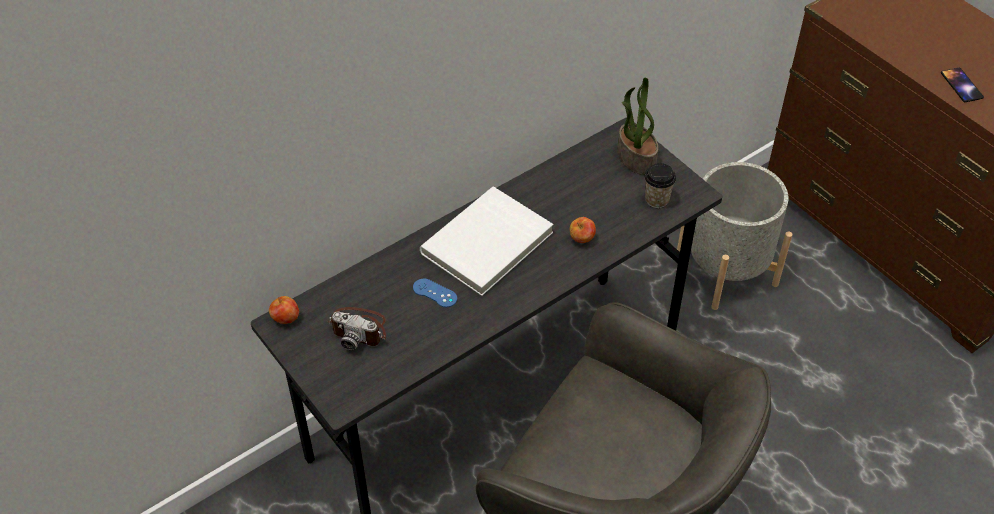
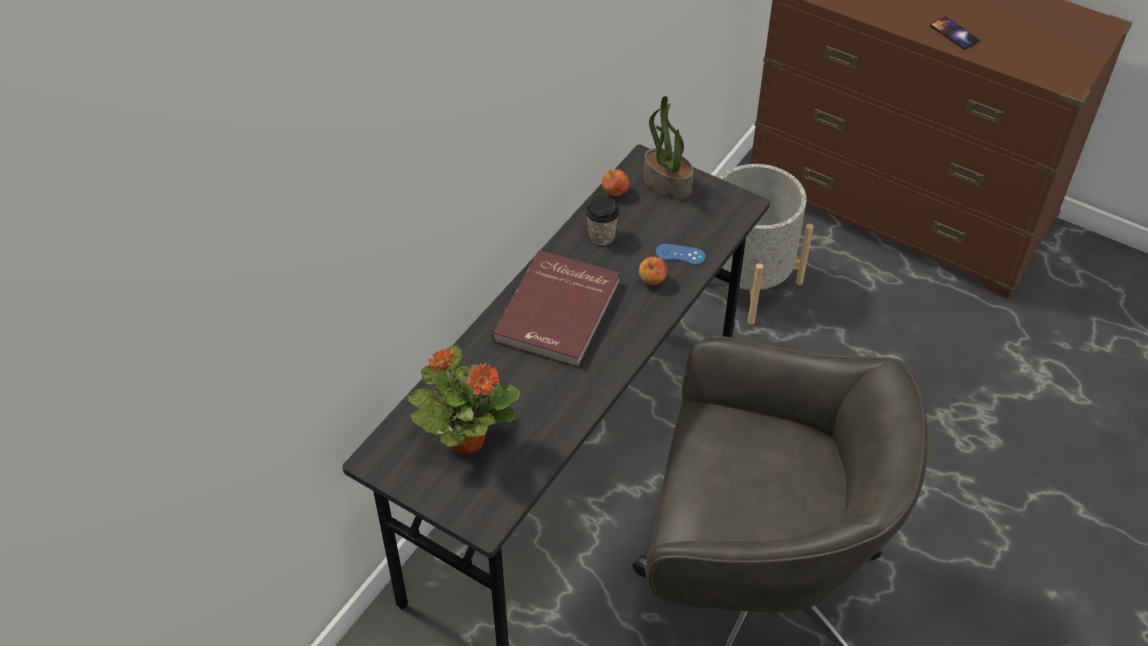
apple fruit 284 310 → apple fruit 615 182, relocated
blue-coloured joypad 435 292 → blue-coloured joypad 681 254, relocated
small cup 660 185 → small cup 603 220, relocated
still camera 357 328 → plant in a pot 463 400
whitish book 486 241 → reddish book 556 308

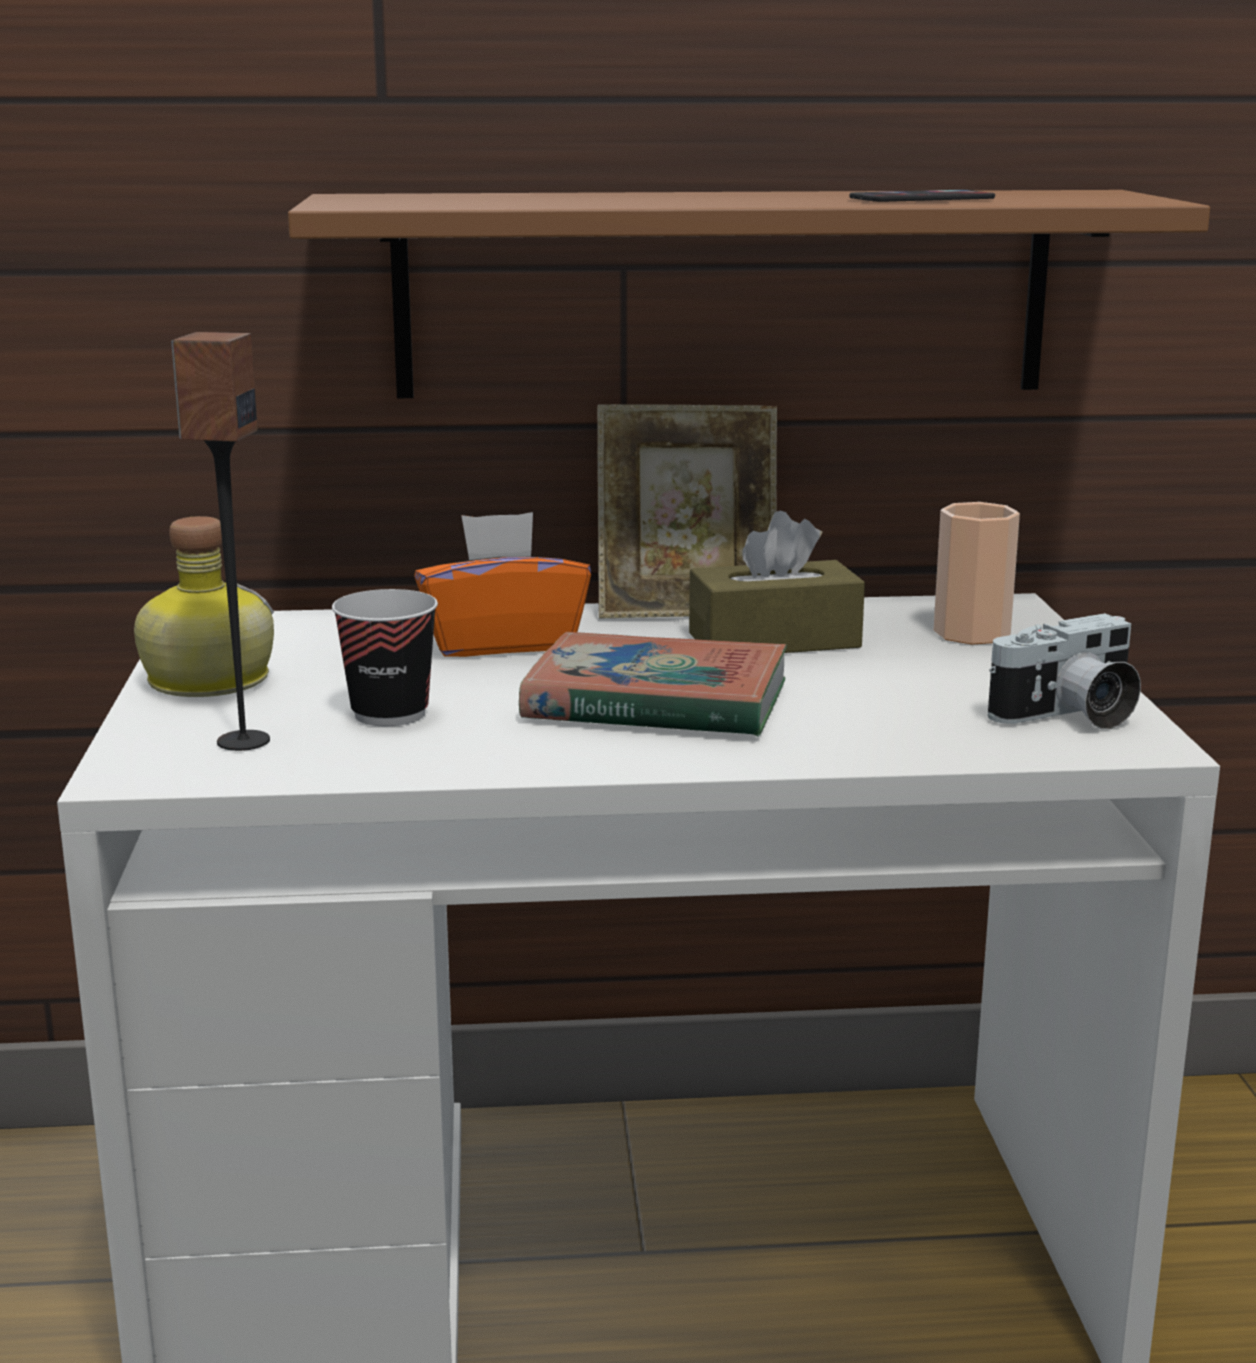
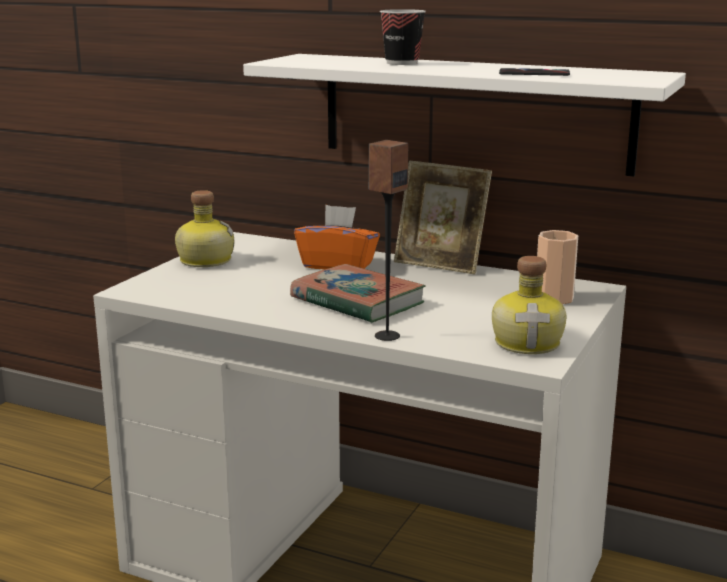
brown box of tissues 777 582 → -
speaker 220 541 → speaker 388 240, relocated
small cup 385 657 → small cup 403 37, relocated
still camera 1064 671 → drink bottle 529 305
brown wall shelf 749 294 → whitish wall shelf 464 115

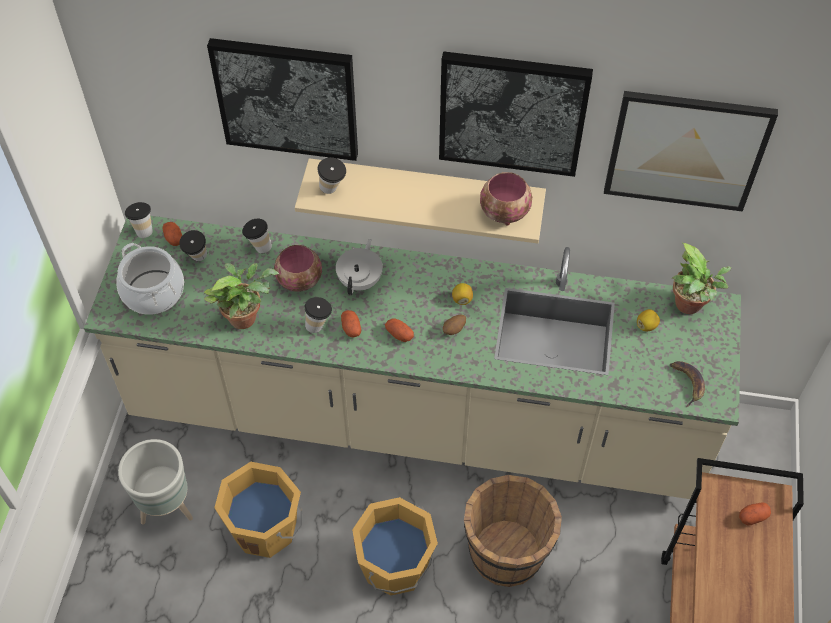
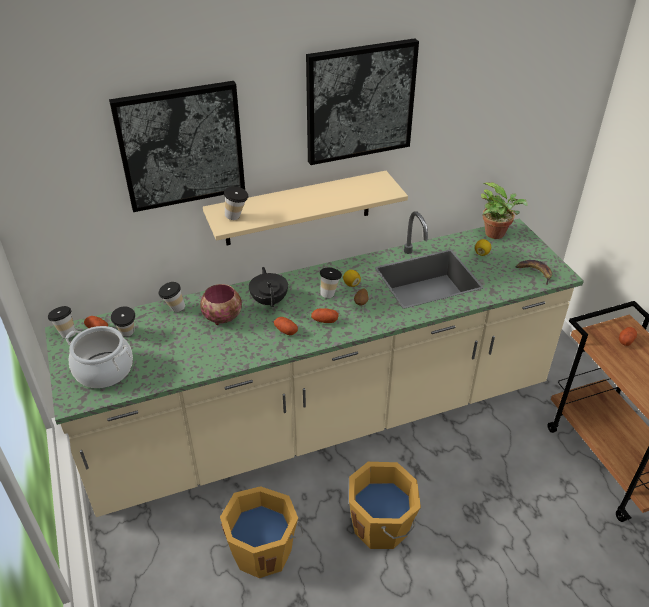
grey flower pot 155 482 → -
plant in a pot 241 296 → -
brown bucket 513 531 → -
deep dish 506 198 → -
wall art 691 151 → -
small cup 318 315 → small cup 331 283, relocated
whitish teapot 359 267 → blackish teapot 268 287

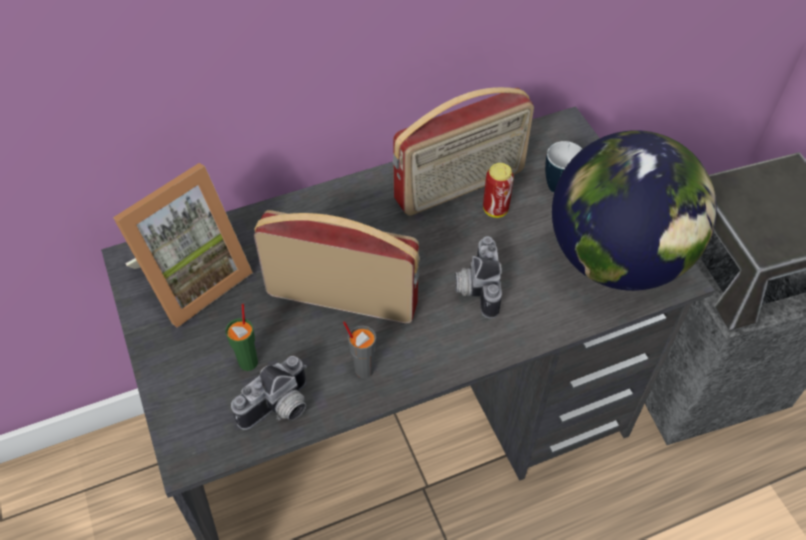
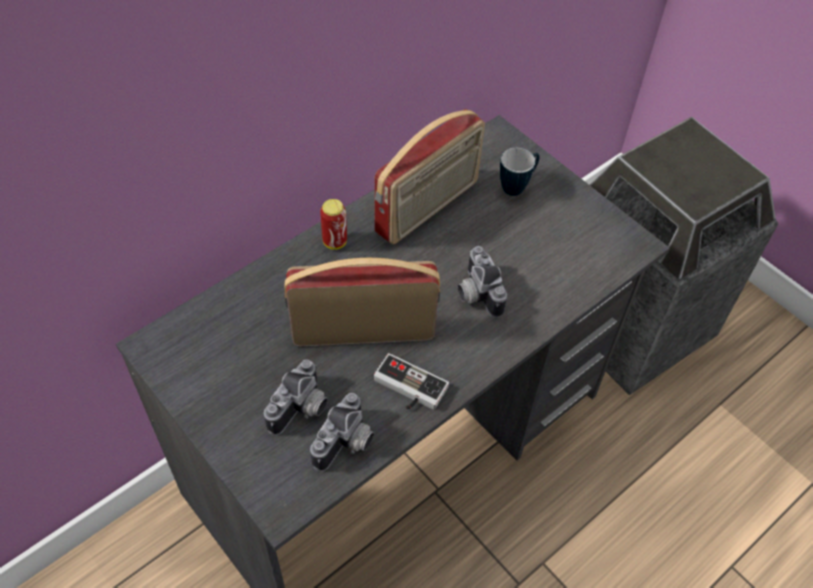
photo frame 183 245 → -
world globe 634 210 → -
can 498 190 → can 333 224, relocated
greenish small cup 241 337 → still camera 296 397
grey small cup 359 349 → joypad 411 381

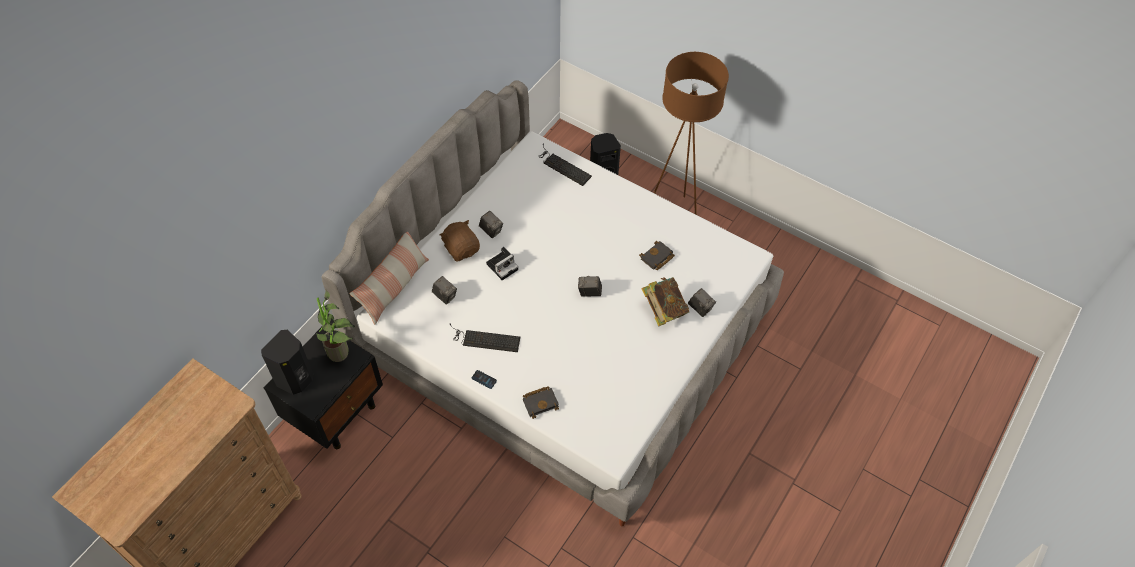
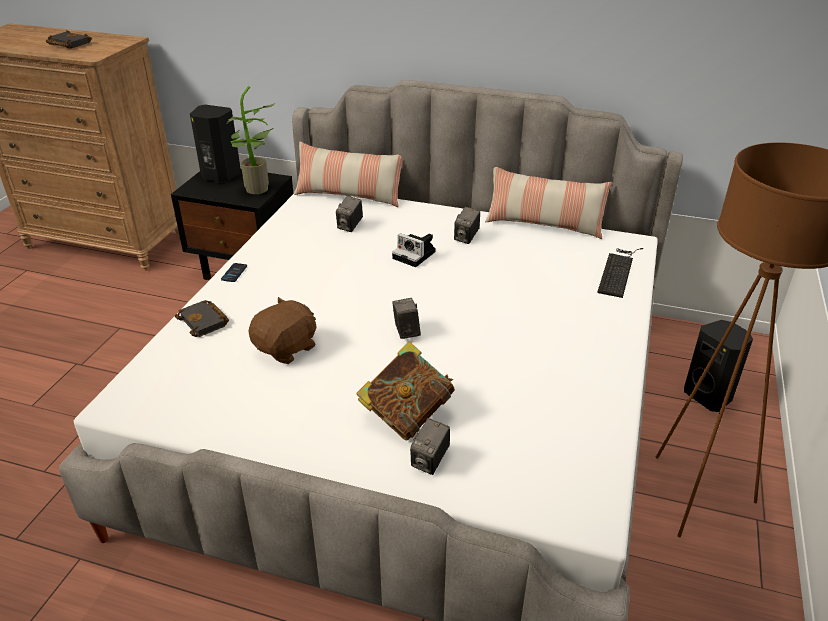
keyboard 485 338 → -
- → throw pillow 548 203
brown soft toy 459 241 → brown soft toy 282 330, relocated
blackish book 657 255 → blackish book 69 39, relocated

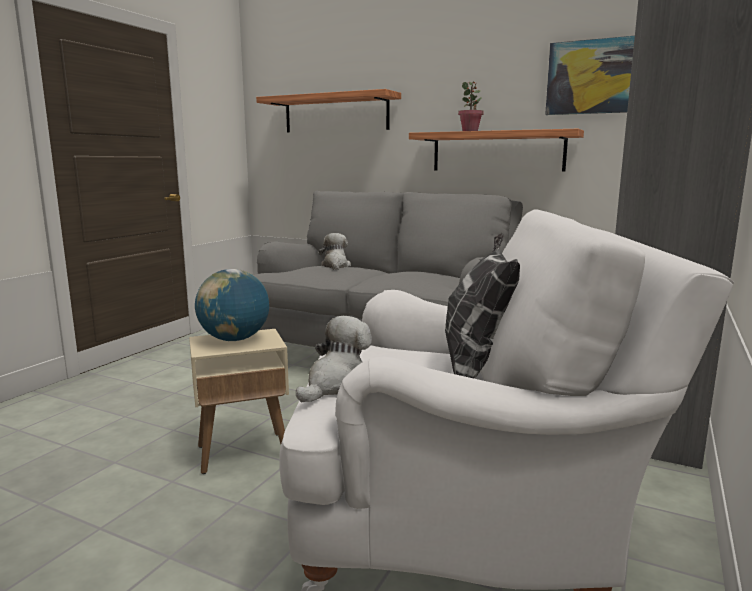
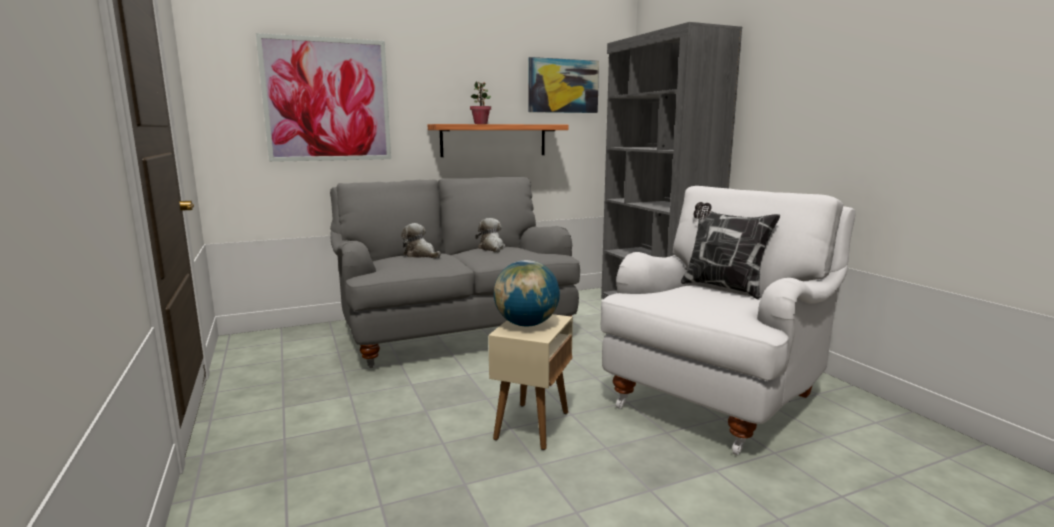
soft toy 334 359 → soft toy 490 235, relocated
wall shelf 328 111 → wall art 323 97

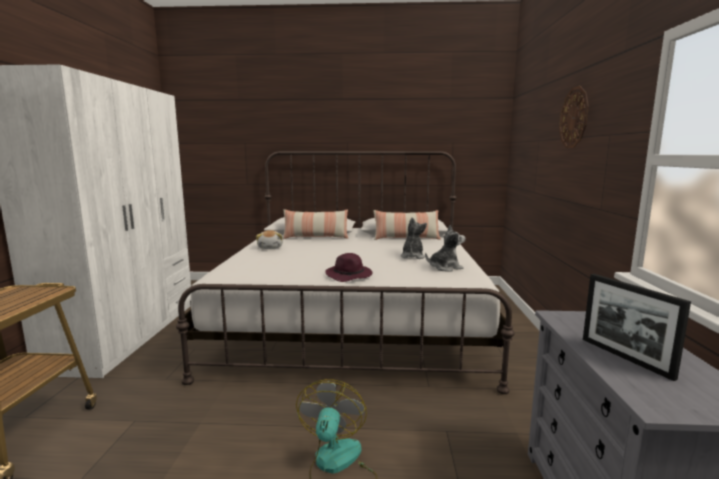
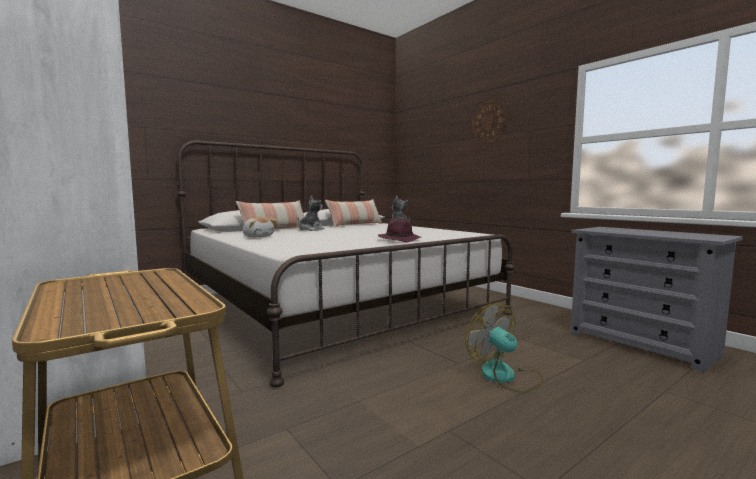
photo frame 637 327 → -
soft toy 445 248 → soft toy 311 213, relocated

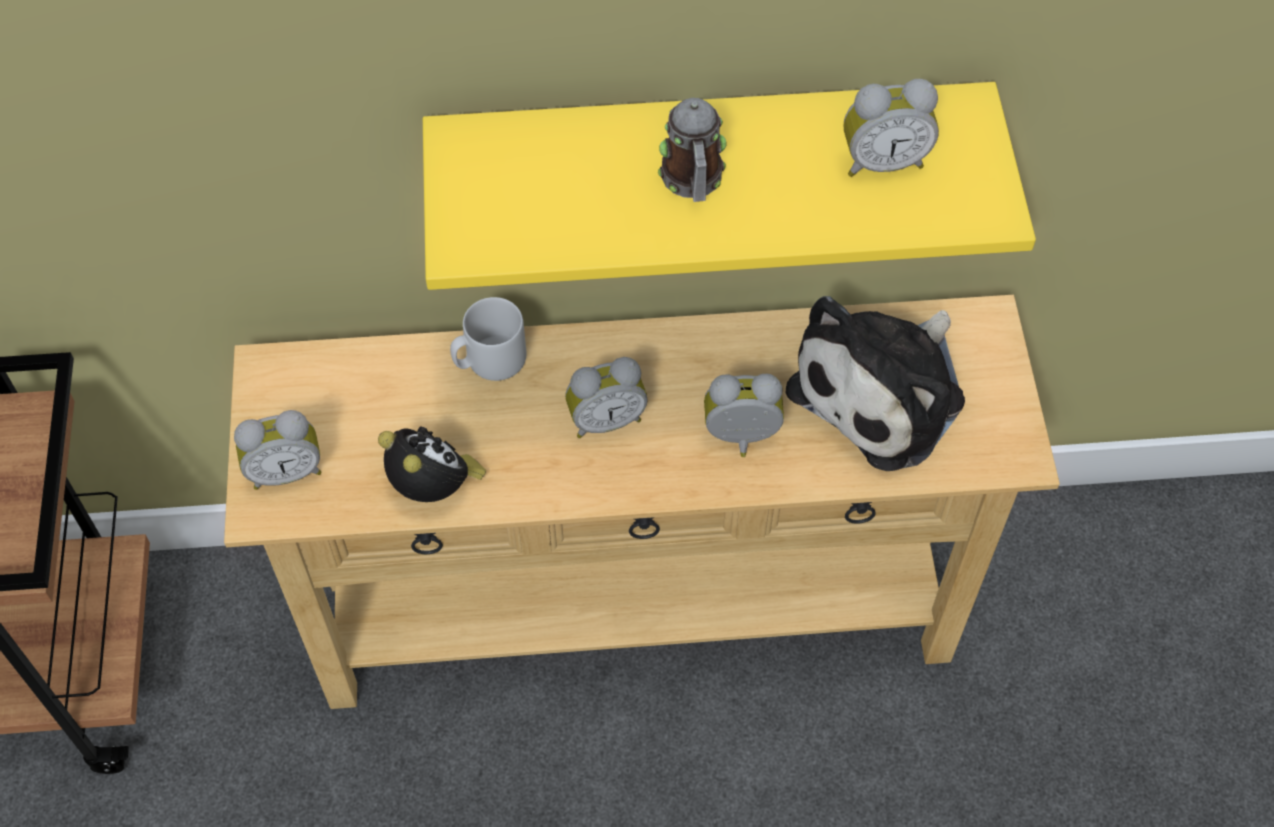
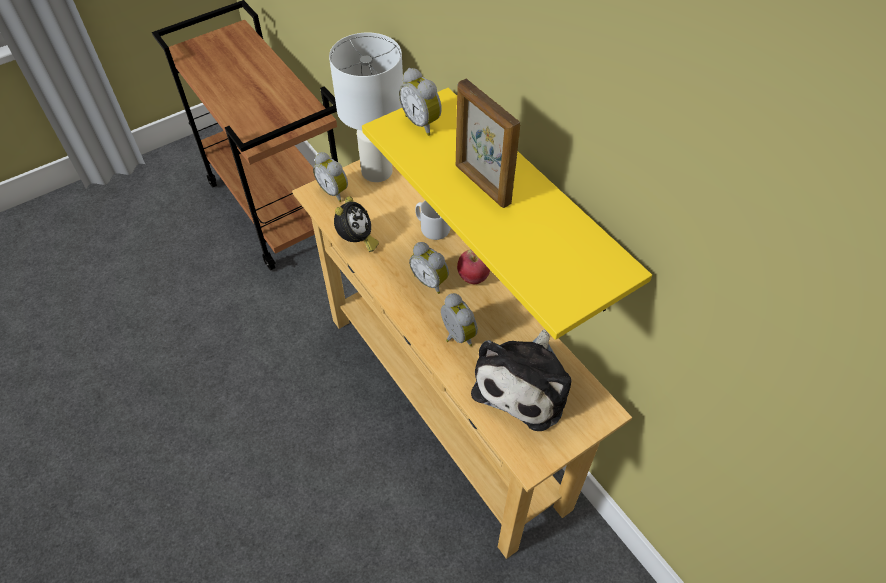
- → whitish table lamp 366 107
- → apple fruit 473 266
alarm clock 891 128 → alarm clock 420 102, relocated
mug 692 150 → photo frame 488 143
soft toy 875 383 → soft toy 521 380, 75 degrees counterclockwise

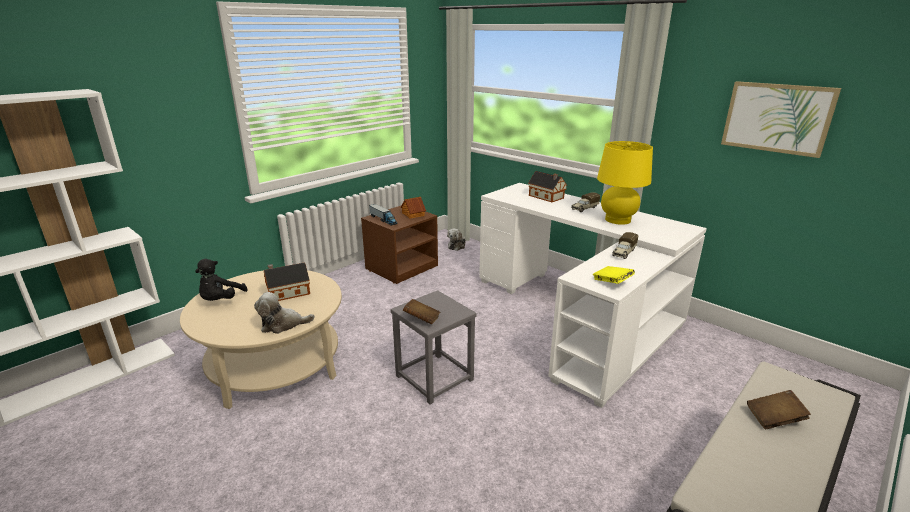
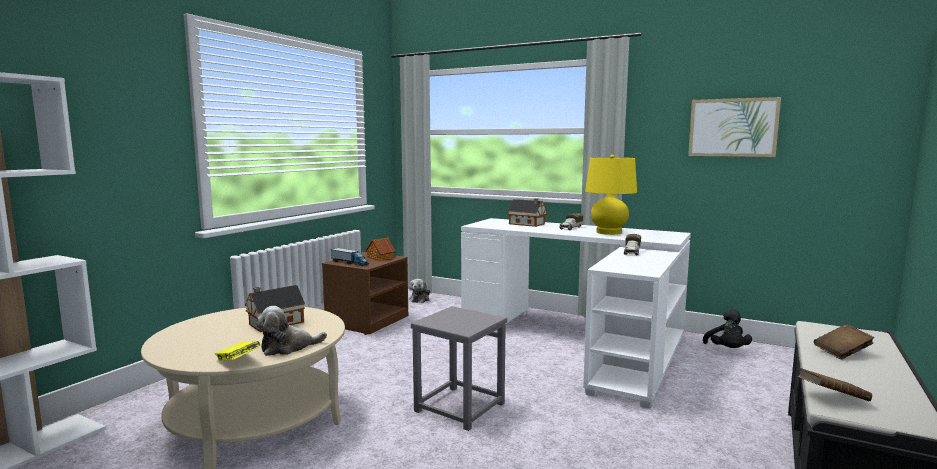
blackish soft toy 221 280 → blackish soft toy 727 329, relocated
brown book 421 311 → brown book 835 384, relocated
yellowish book 614 275 → yellowish book 238 351, relocated

